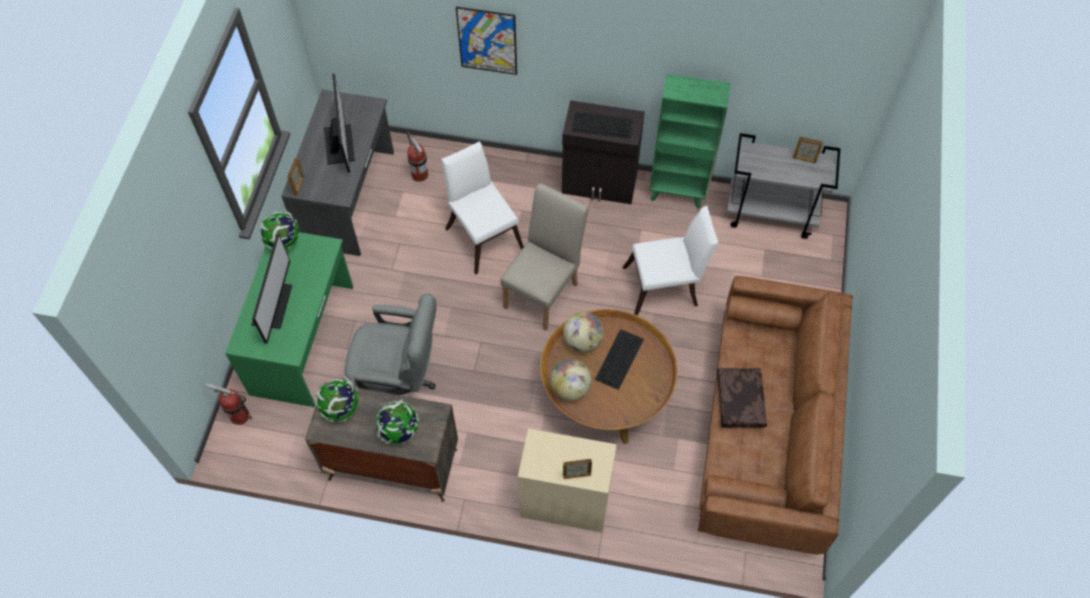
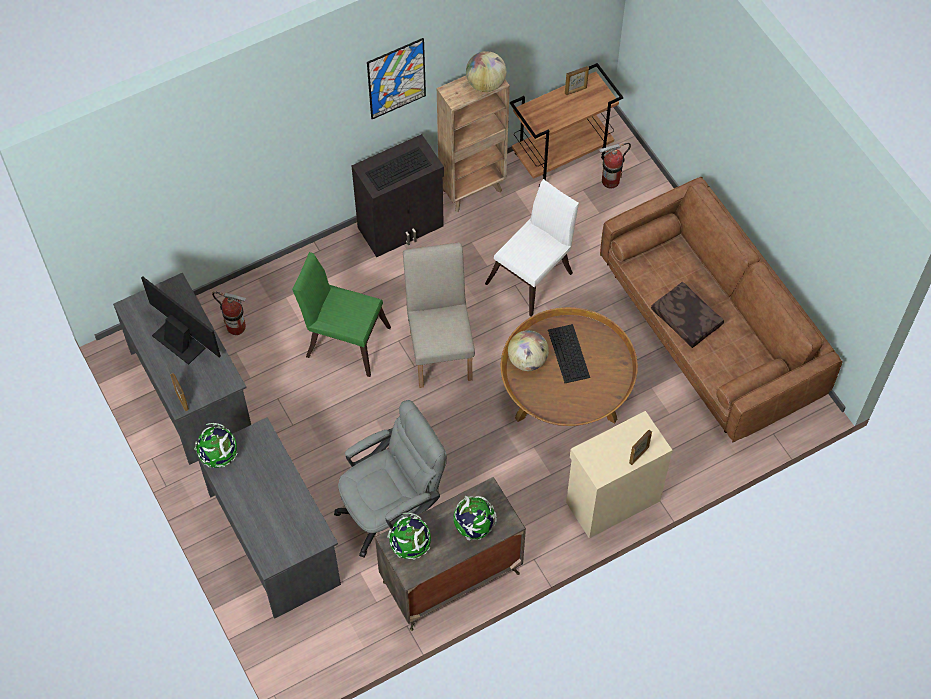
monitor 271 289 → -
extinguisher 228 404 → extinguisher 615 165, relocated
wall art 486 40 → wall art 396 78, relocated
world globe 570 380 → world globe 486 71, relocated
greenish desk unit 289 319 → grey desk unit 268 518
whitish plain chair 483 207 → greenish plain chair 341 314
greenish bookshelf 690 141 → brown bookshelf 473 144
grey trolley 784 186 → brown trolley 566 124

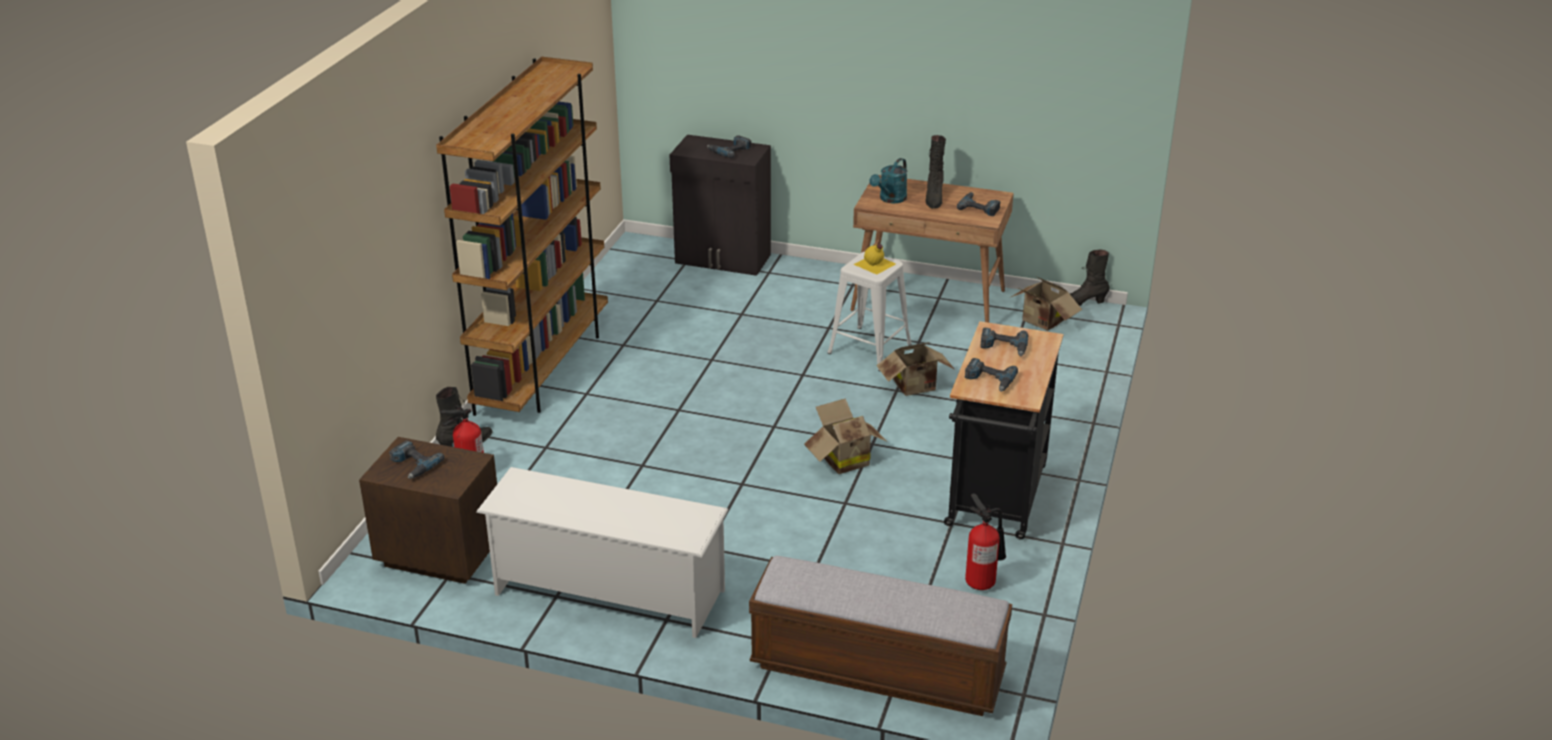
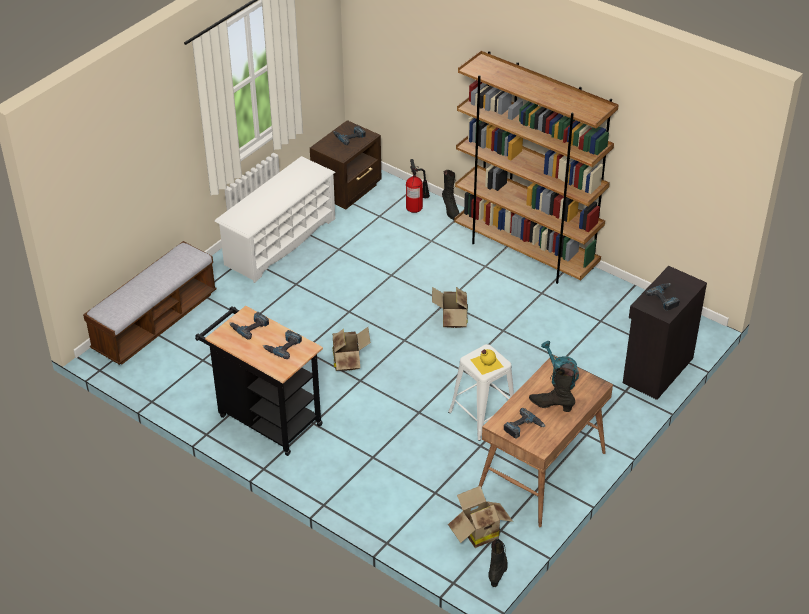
extinguisher 985 541 → -
packing box 915 369 → packing box 450 307, relocated

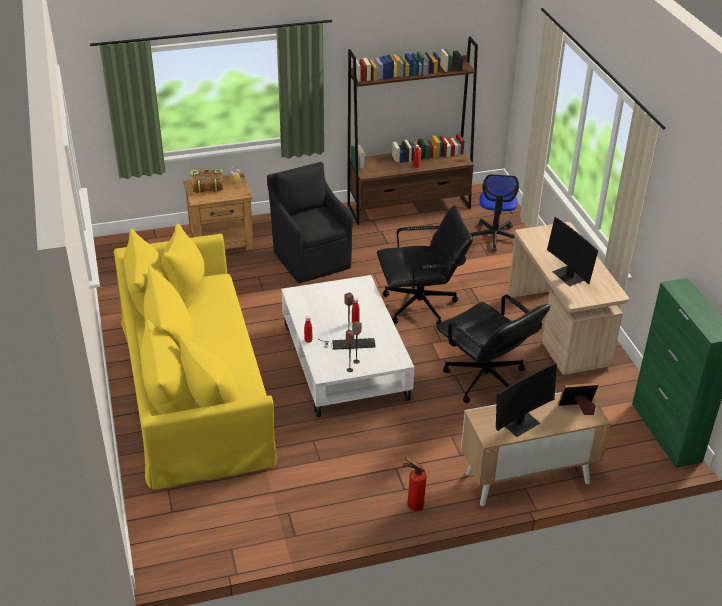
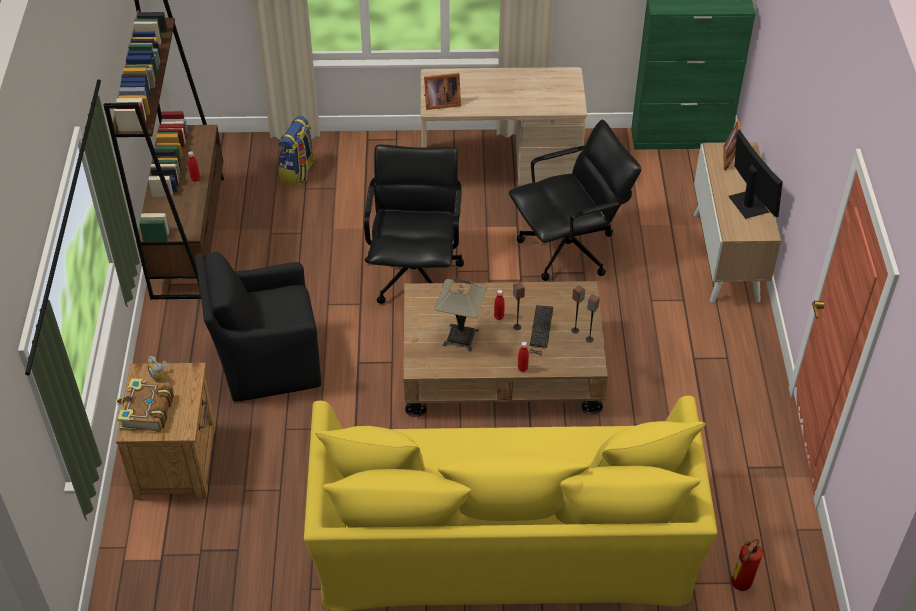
monitor 572 251 → -
- → photo frame 442 91
- → table lamp 461 315
extinguisher 415 484 → extinguisher 747 565, relocated
office chair 494 213 → backpack 297 151
whitish lounge table 348 346 → brown lounge table 505 349

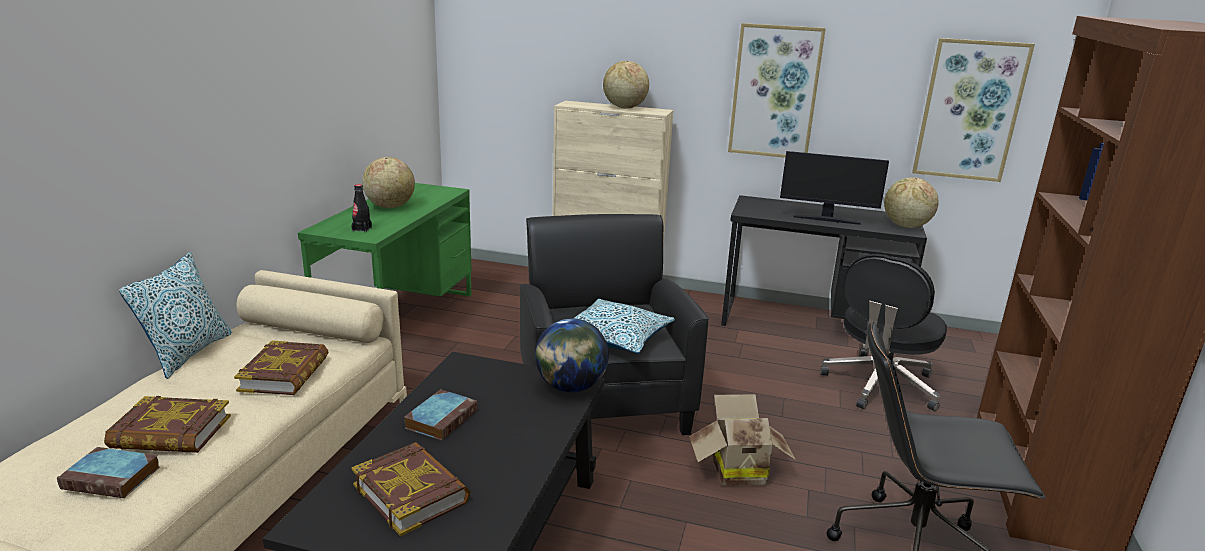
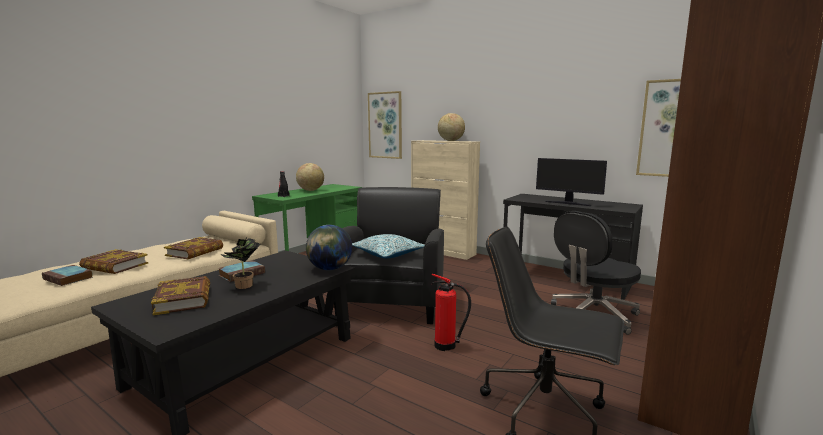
throw pillow 175 315 → -
world globe 911 202 → -
- → plant in a pot 241 263
wall art 777 90 → wall art 385 125, relocated
packing box 742 440 → extinguisher 451 312

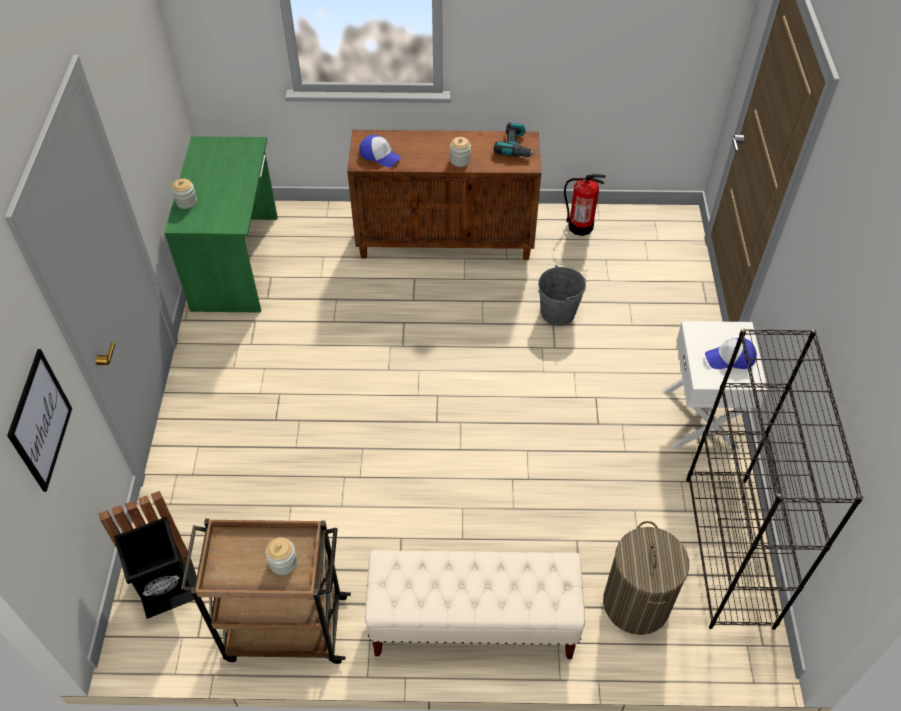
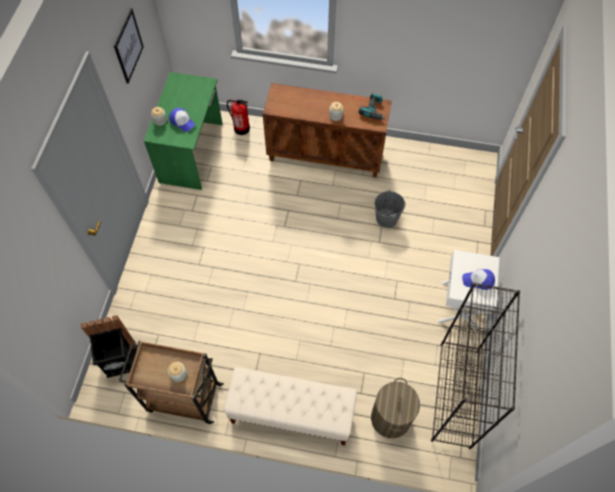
wall art 39 420 → wall art 129 46, relocated
baseball cap 380 151 → baseball cap 182 120, relocated
extinguisher 585 205 → extinguisher 238 117, relocated

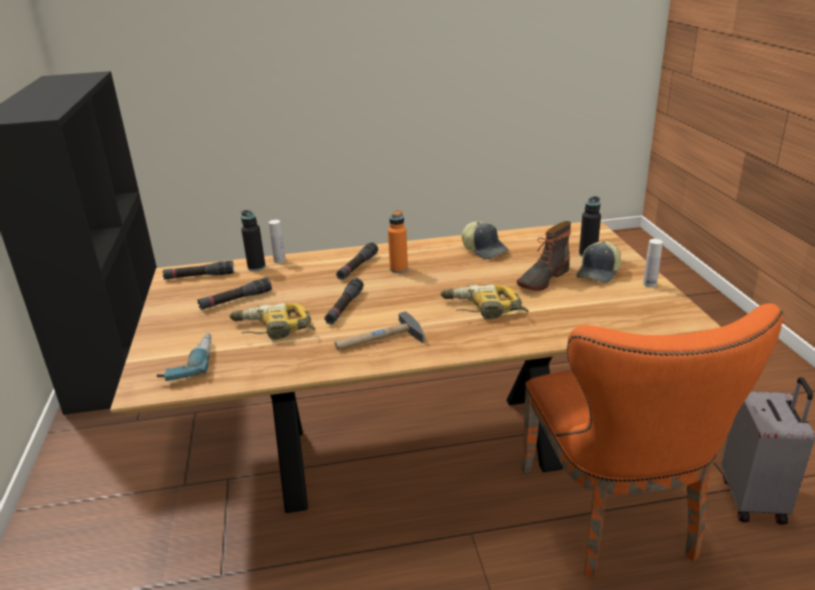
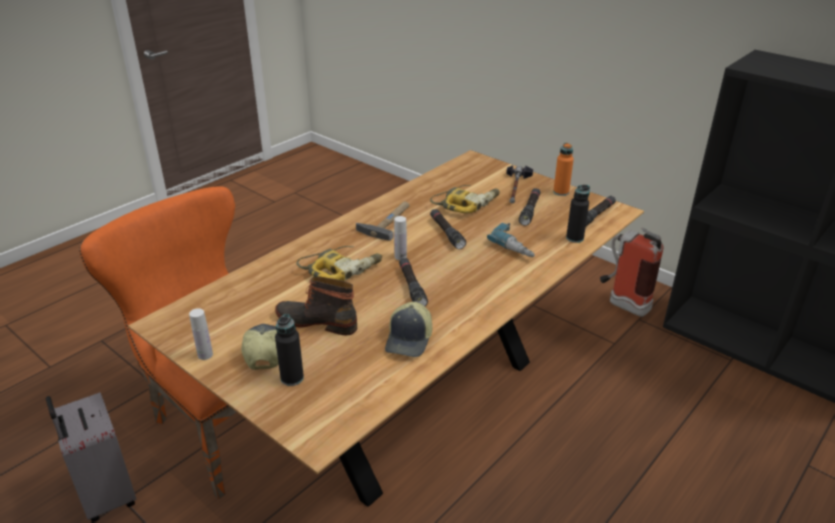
- → hand hammer 519 184
- → extinguisher 631 272
electric drill 184 357 → electric drill 511 240, relocated
whitish drink bottle 277 241 → whitish drink bottle 400 238, relocated
blackish torch 357 261 → blackish torch 413 282, relocated
orange-coloured drink bottle 398 241 → orange-coloured drink bottle 563 169, relocated
baseball cap 485 240 → baseball cap 408 329, 90 degrees counterclockwise
tall boot 544 256 → tall boot 316 305, 75 degrees counterclockwise

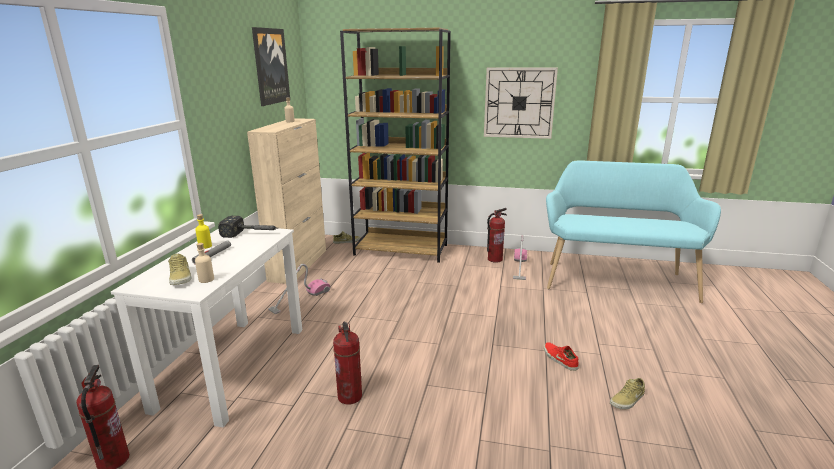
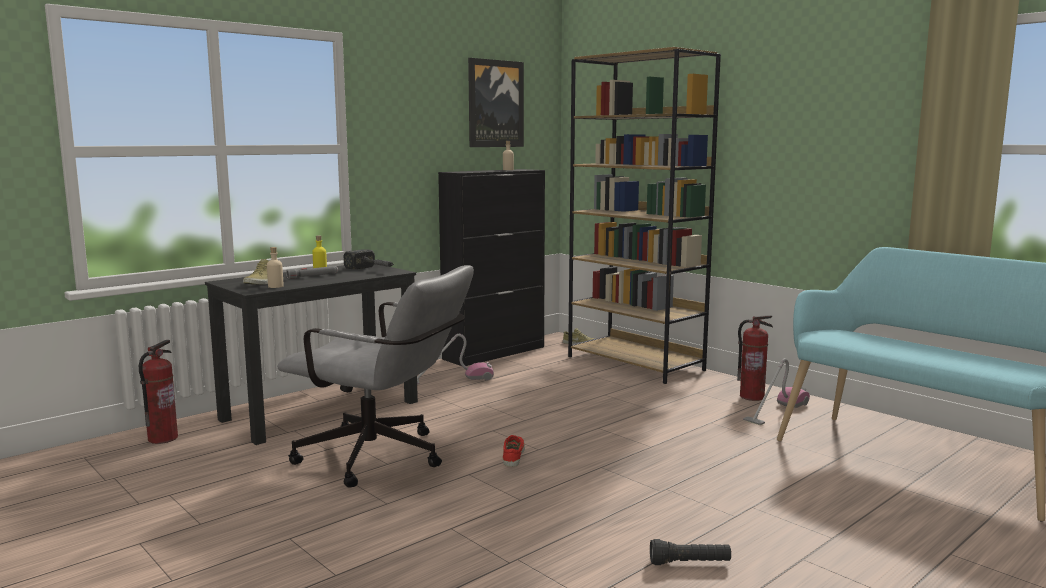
hanging clock 521 103 → -
reddish shoe 561 356 → reddish shoe 514 451, relocated
extinguisher 347 363 → grey office chair 375 376
sand-coloured shoe 627 394 → blackish torch 690 552
whitish desk unit 206 328 → blackish desk unit 311 354
sand-coloured cabinet 286 201 → blackish cabinet 491 267

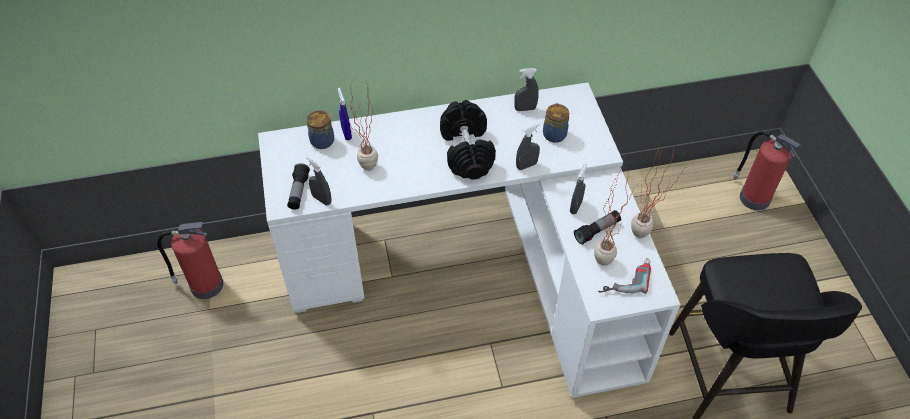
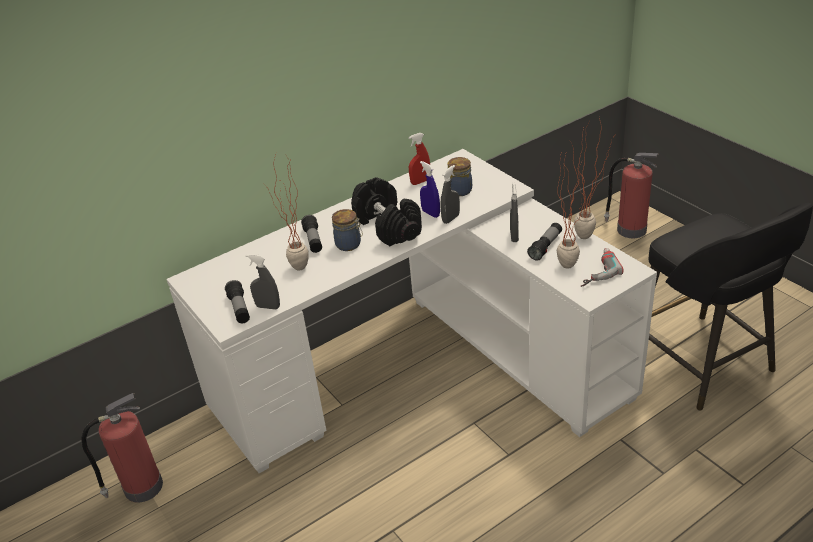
- → torch 311 234
jar 320 129 → jar 347 230, relocated
blue-coloured hand sprayer 345 114 → blue-coloured hand sprayer 430 189, relocated
grey hand sprayer 526 89 → reddish hand sprayer 419 159

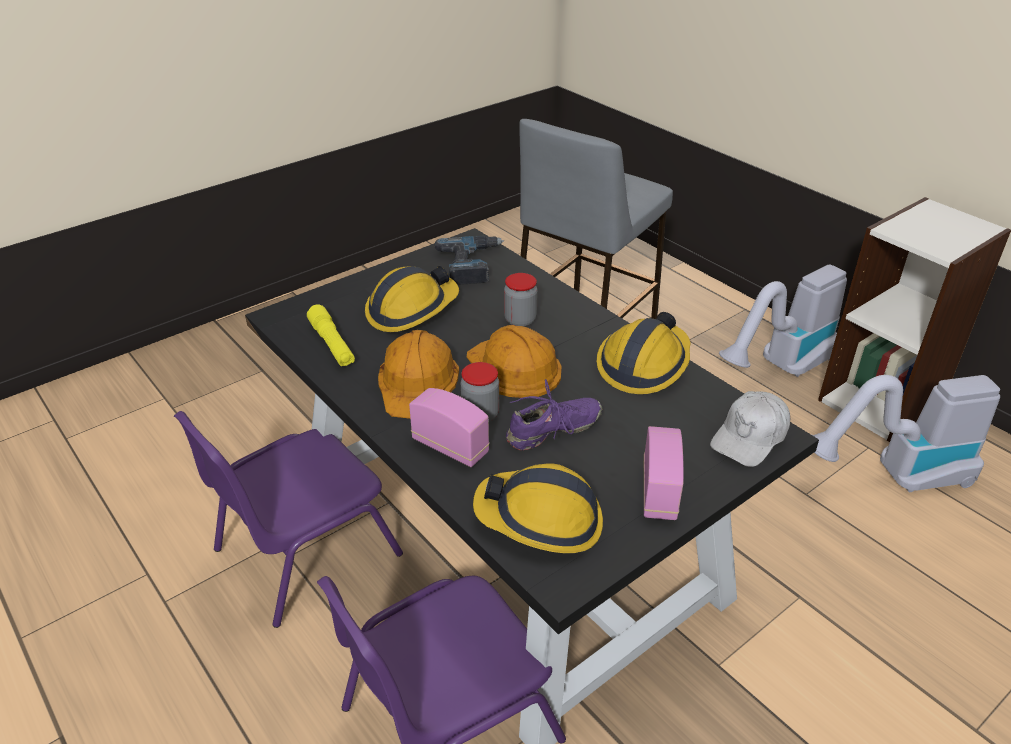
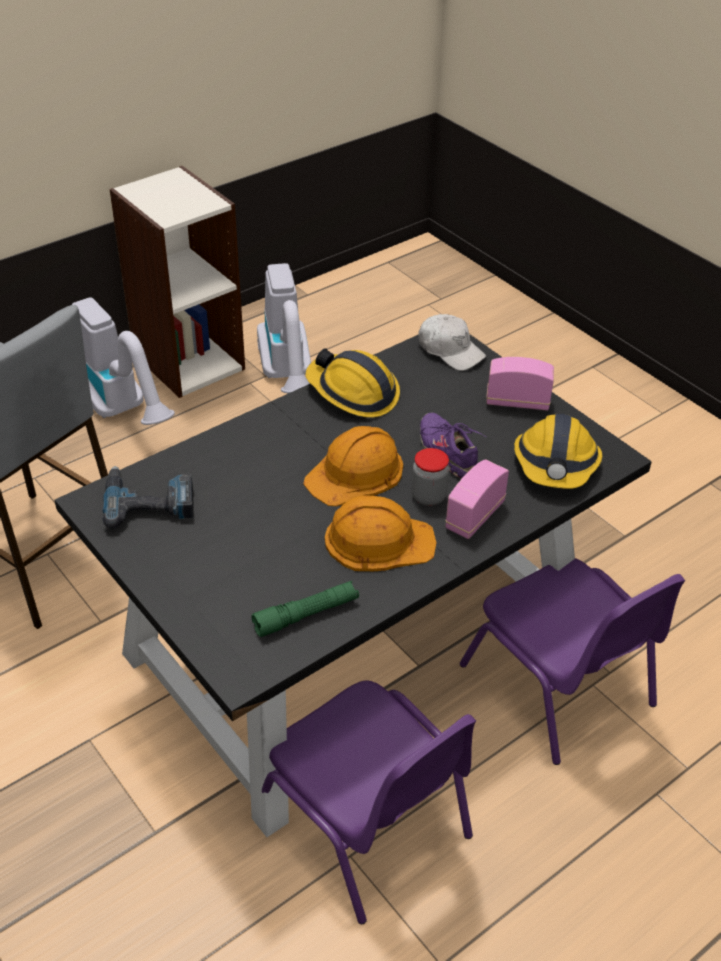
safety helmet 412 299 → -
jar 521 300 → -
yellowish torch 331 335 → greenish torch 305 609

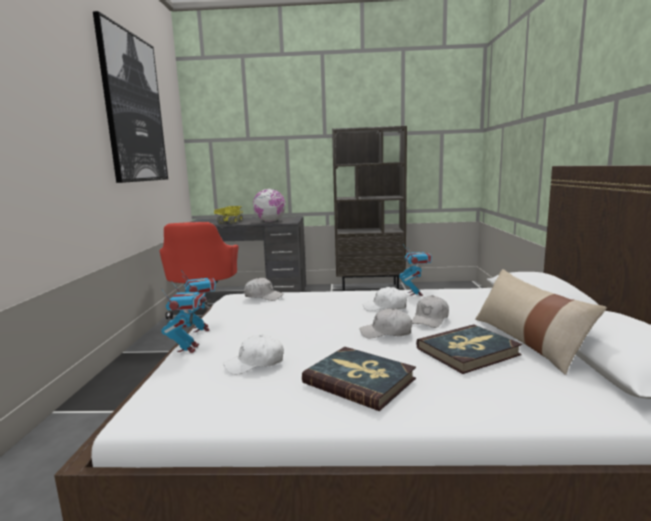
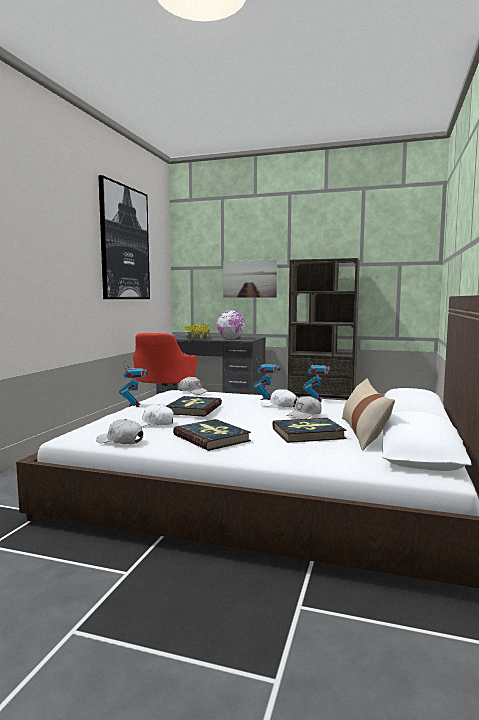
- → book 194 406
- → wall art 250 278
toy robot 184 317 → toy robot 267 378, relocated
whitish baseball cap 386 323 → whitish baseball cap 119 431, relocated

